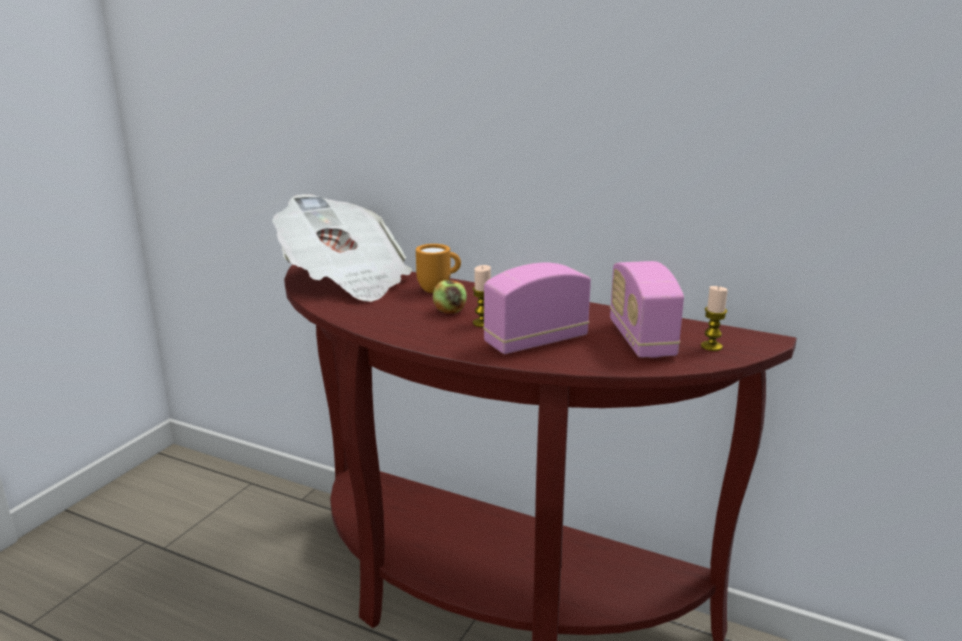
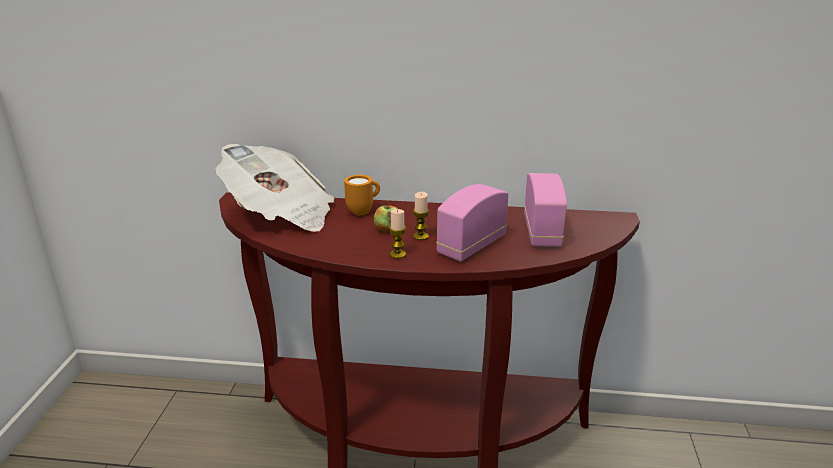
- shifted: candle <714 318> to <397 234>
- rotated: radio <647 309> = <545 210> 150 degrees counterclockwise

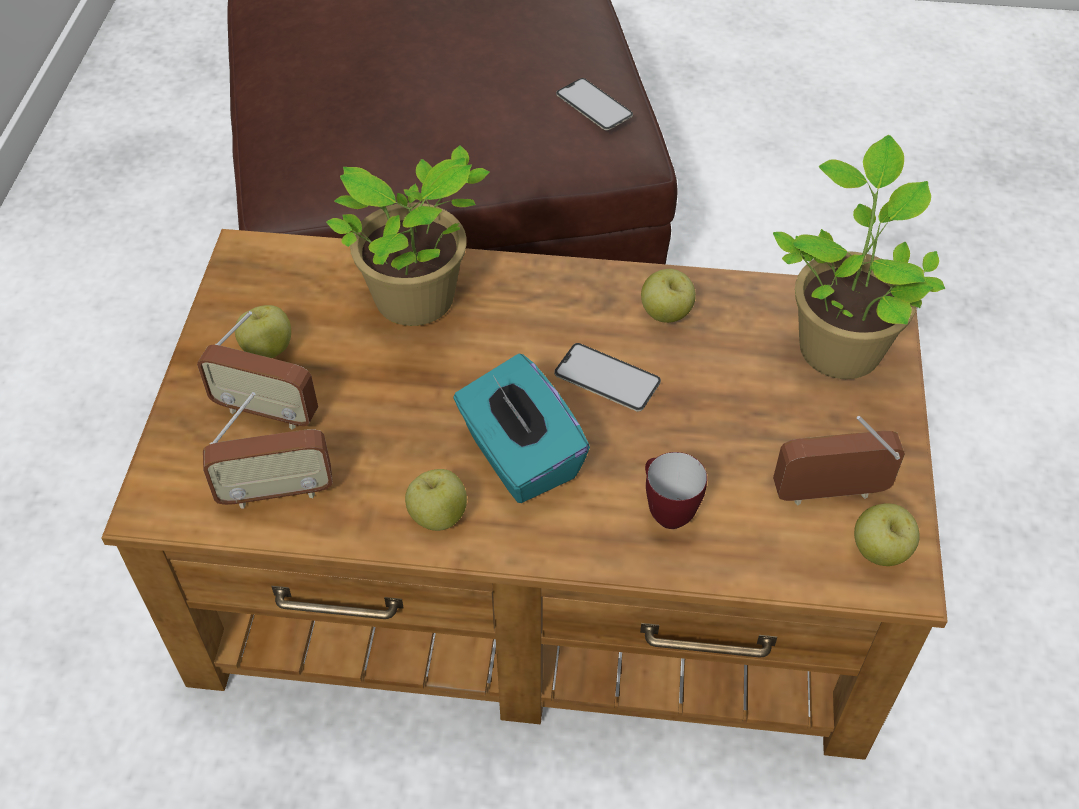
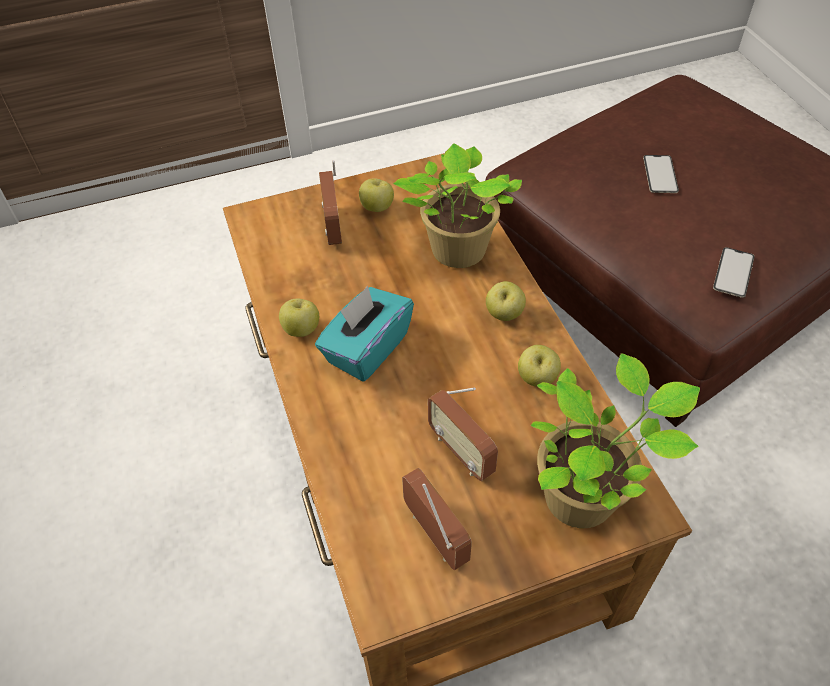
- shifted: radio <268 450> to <463 434>
- shifted: apple <886 535> to <506 301>
- shifted: handset <607 377> to <661 174>
- gone: coffee mug <676 490>

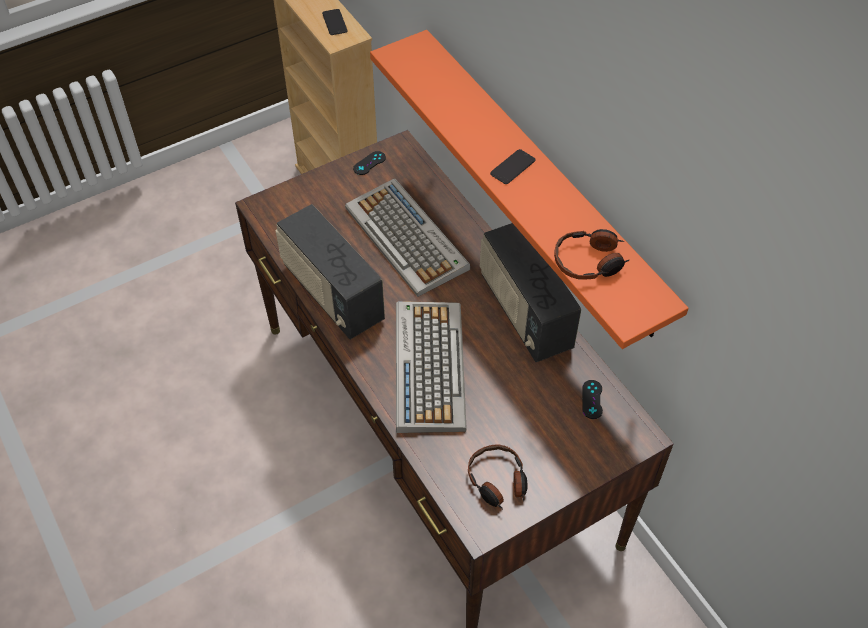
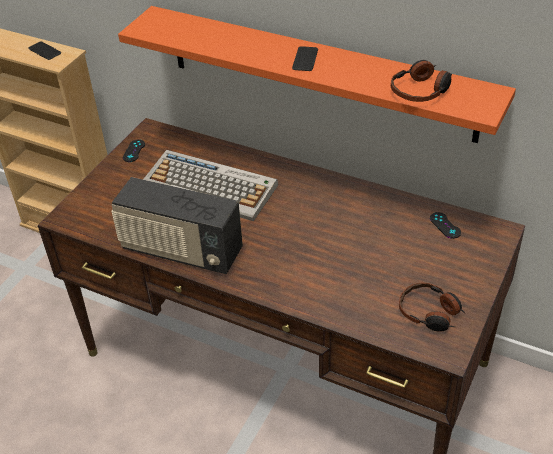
- gone: keyboard <431 367>
- gone: radio <530 292>

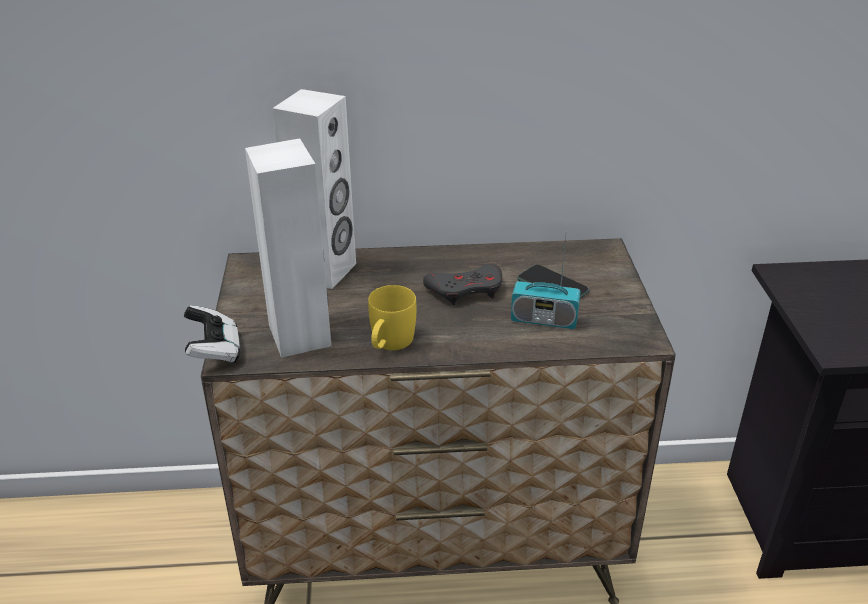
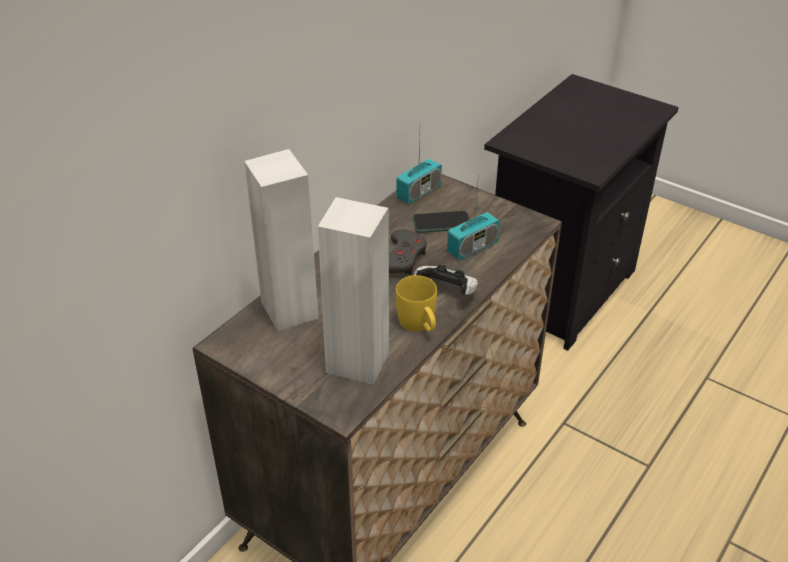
- new: radio <419 169>
- shifted: game controller <212 334> to <446 280>

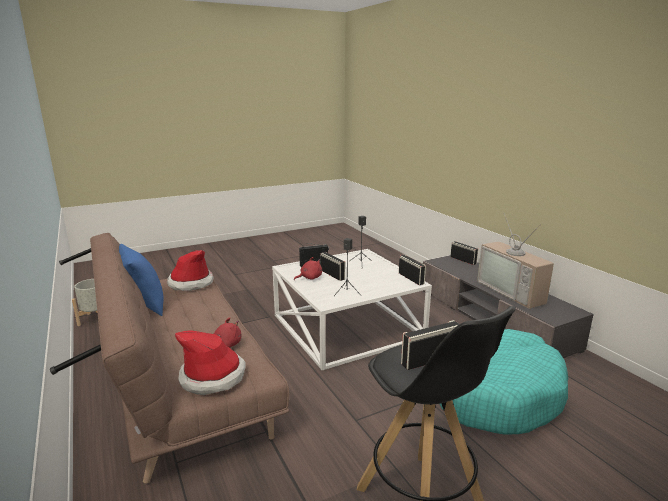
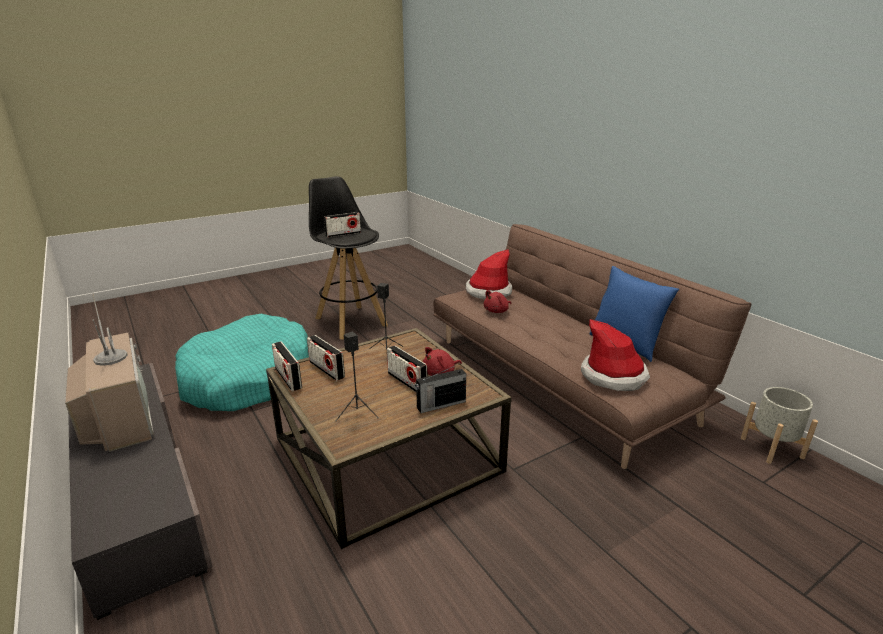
- repainted: low table (whitish) <352 309> to low table (brown) <389 438>
- shifted: radio <464 253> to <326 358>

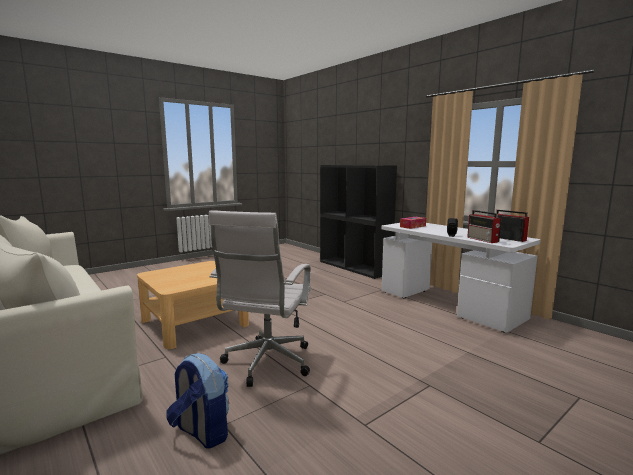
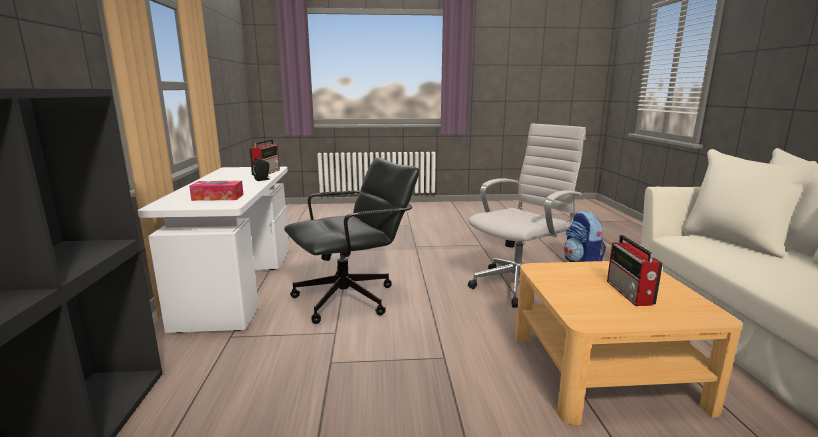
- new: computer chair (black) <351 240>
- shifted: radio <511 226> to <635 270>

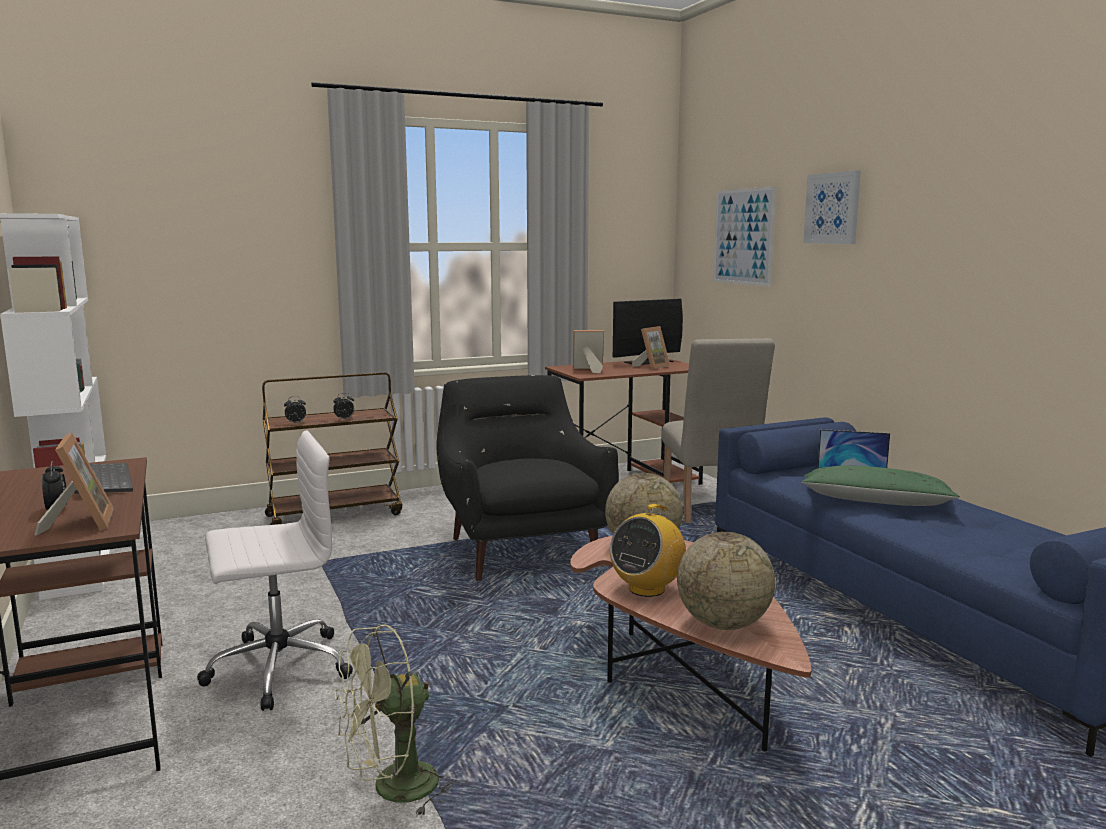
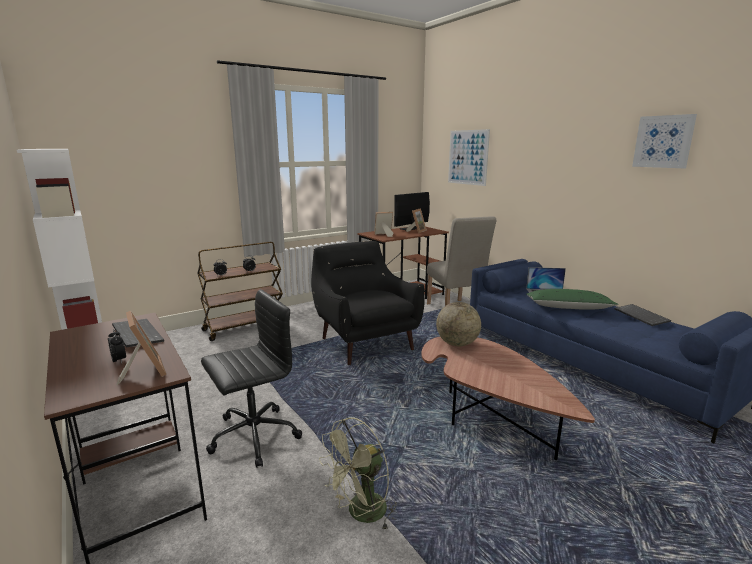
- repainted: computer chair (whitish) <275 570> to computer chair (black) <251 378>
- new: keyboard <642 315>
- shifted: wall art <832 207> to <664 141>
- gone: radio <648 550>
- gone: desk globe <726 581>

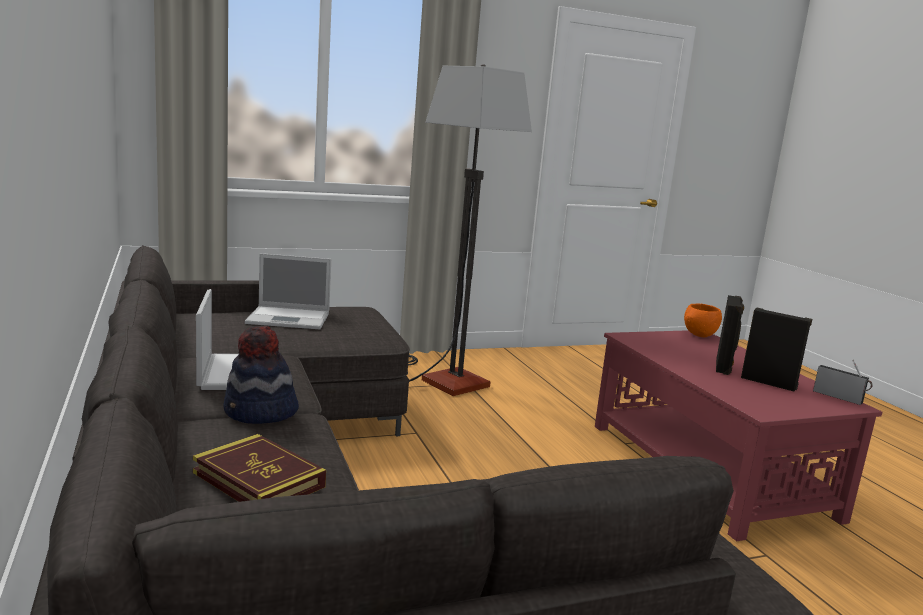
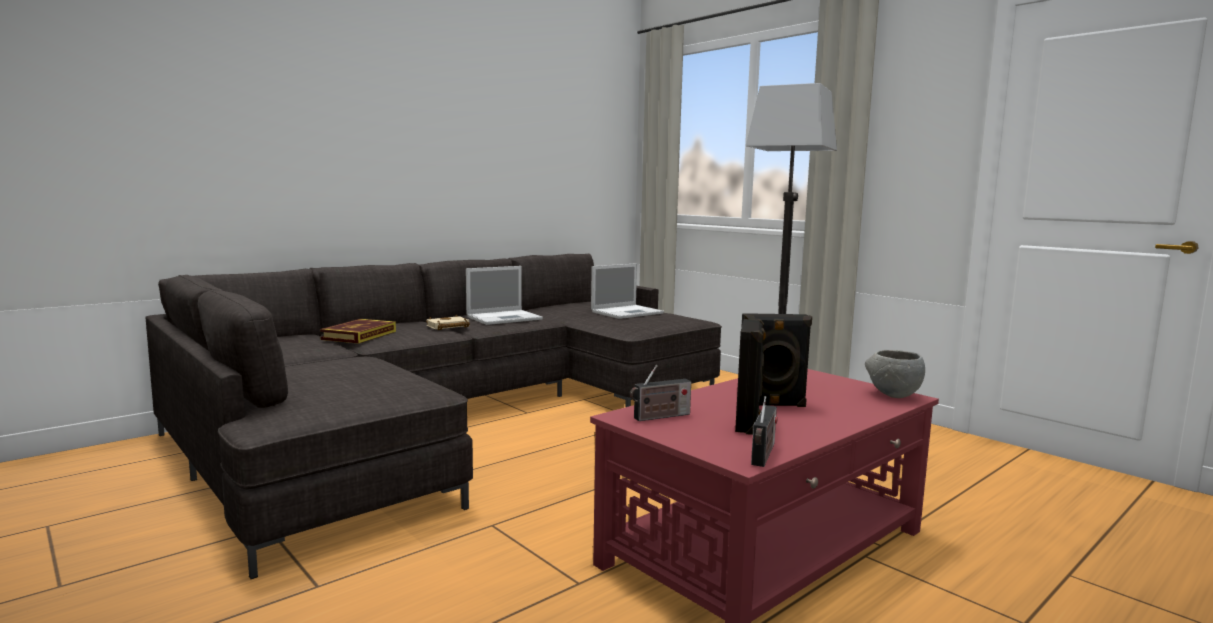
- swapped: wearable hat <261 375> to bound book (beige) <448 322>
- rotated: portable computer <288 291> = <627 291> 105 degrees counterclockwise
- new: radio <660 393>
- repainted: serving bowl (orange) <703 321> to serving bowl (grey) <895 374>

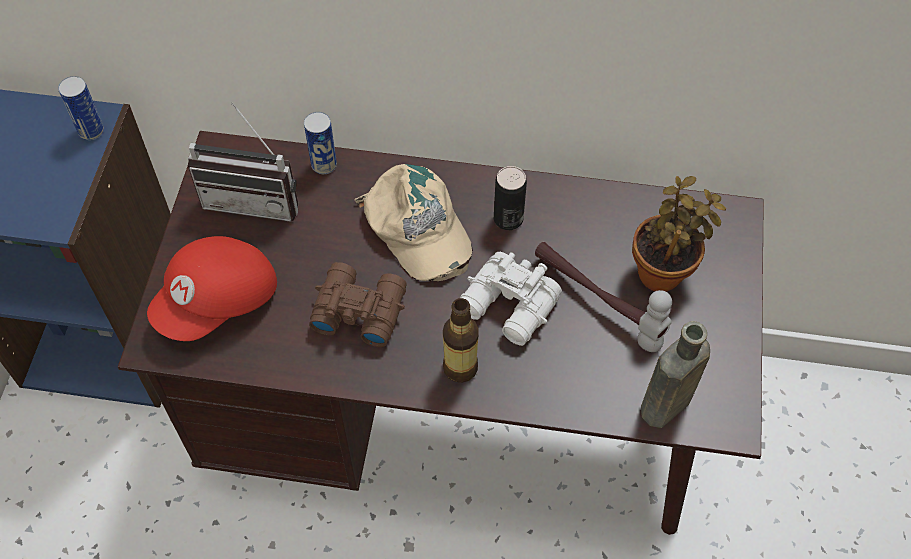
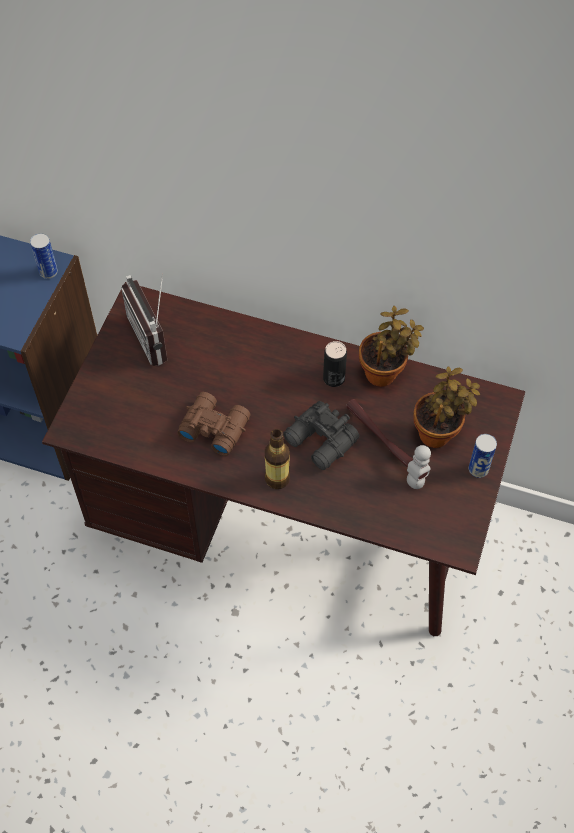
- rotated: radio <243 162> = <144 319> 45 degrees clockwise
- repainted: field glasses (whitish) <511 299> to field glasses (black) <321 435>
- new: houseplant <391 346>
- shifted: sealed can <320 143> to <483 456>
- gone: cap (red-coloured) <212 288>
- gone: cap (beige) <413 222>
- gone: bottle (brown) <675 374>

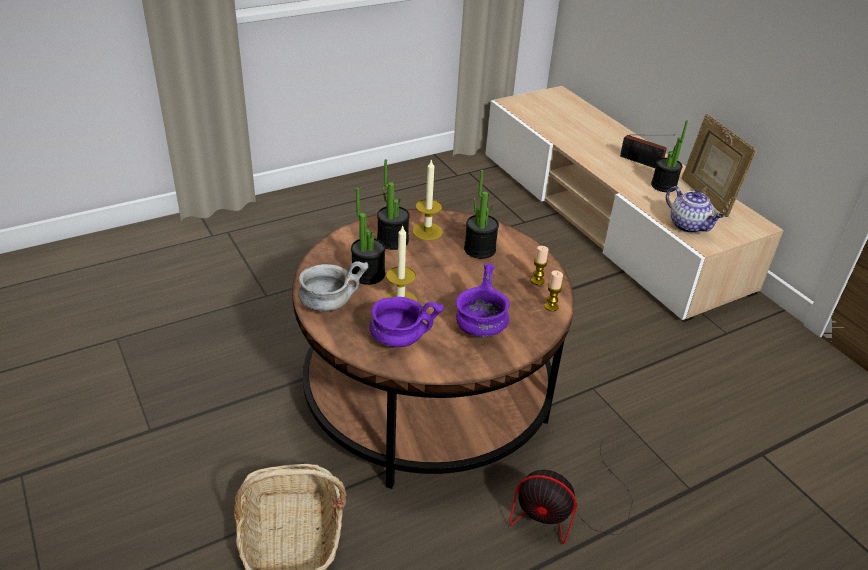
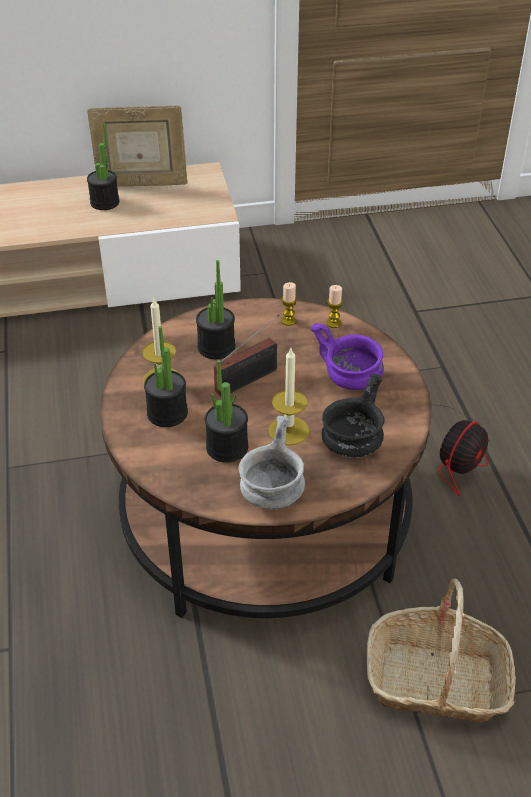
- shifted: radio <643 151> to <246 355>
- repainted: serving bowl (purplish) <406 322> to serving bowl (black) <353 415>
- gone: teapot <695 209>

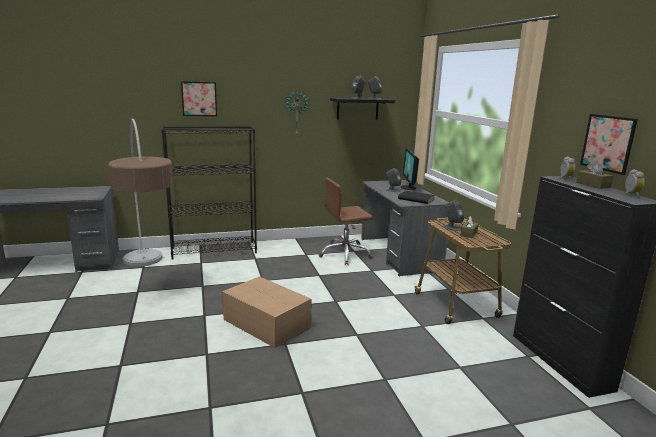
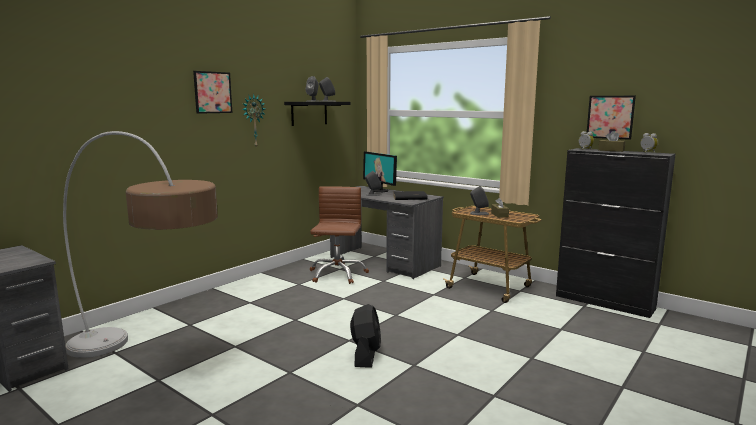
- shifted: wall art <199 98> to <212 92>
- rotated: computer chair (brown) <345 221> = <339 235> 150 degrees clockwise
- swapped: packing box <267 312> to cooling fan (black) <365 336>
- gone: shelving unit (black) <209 192>

